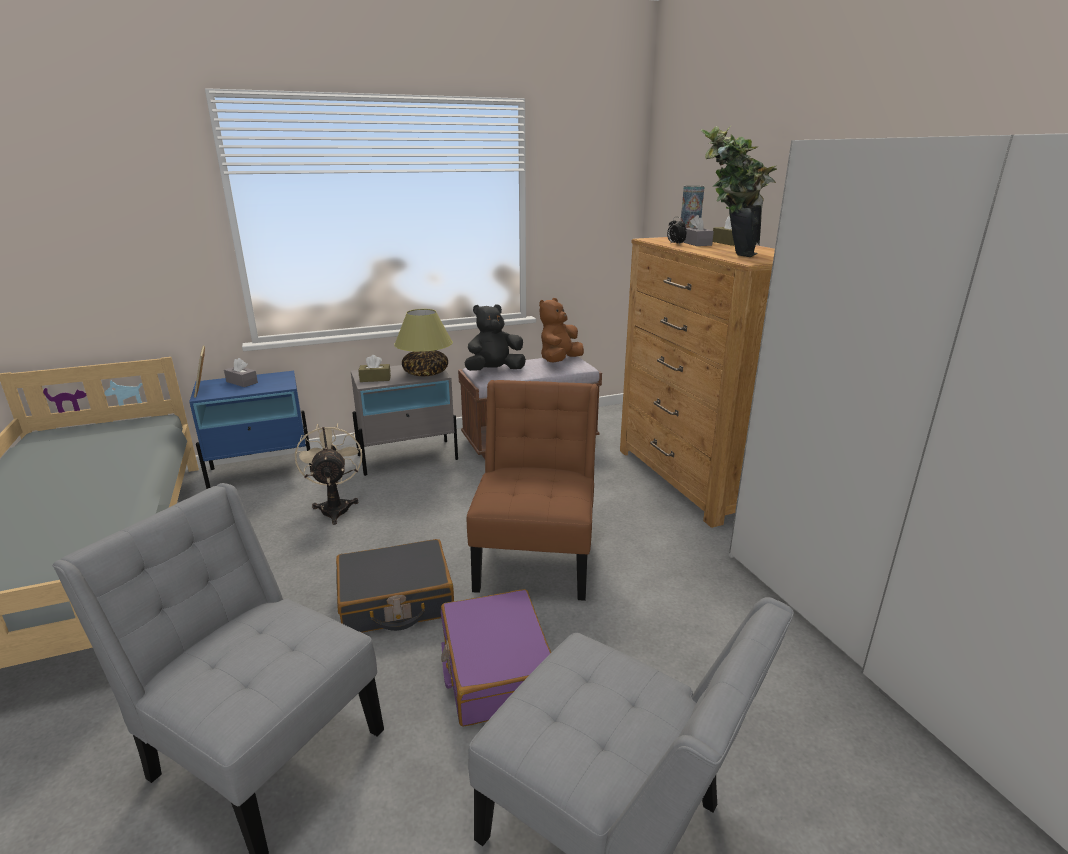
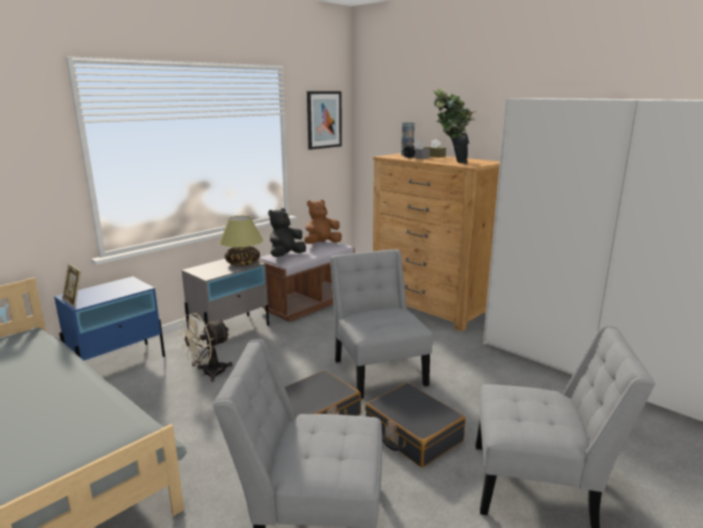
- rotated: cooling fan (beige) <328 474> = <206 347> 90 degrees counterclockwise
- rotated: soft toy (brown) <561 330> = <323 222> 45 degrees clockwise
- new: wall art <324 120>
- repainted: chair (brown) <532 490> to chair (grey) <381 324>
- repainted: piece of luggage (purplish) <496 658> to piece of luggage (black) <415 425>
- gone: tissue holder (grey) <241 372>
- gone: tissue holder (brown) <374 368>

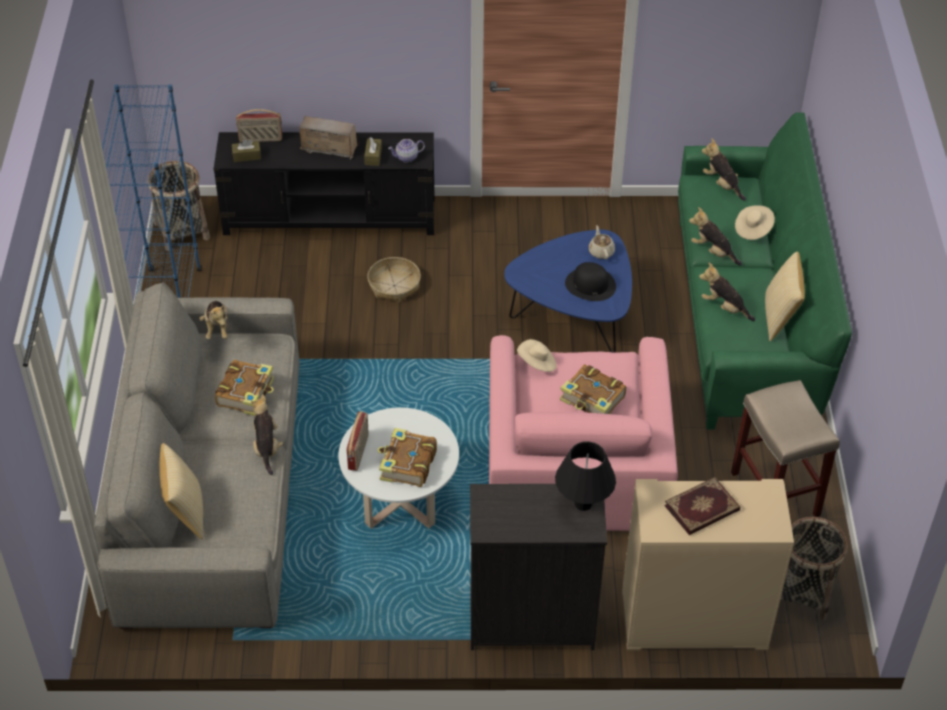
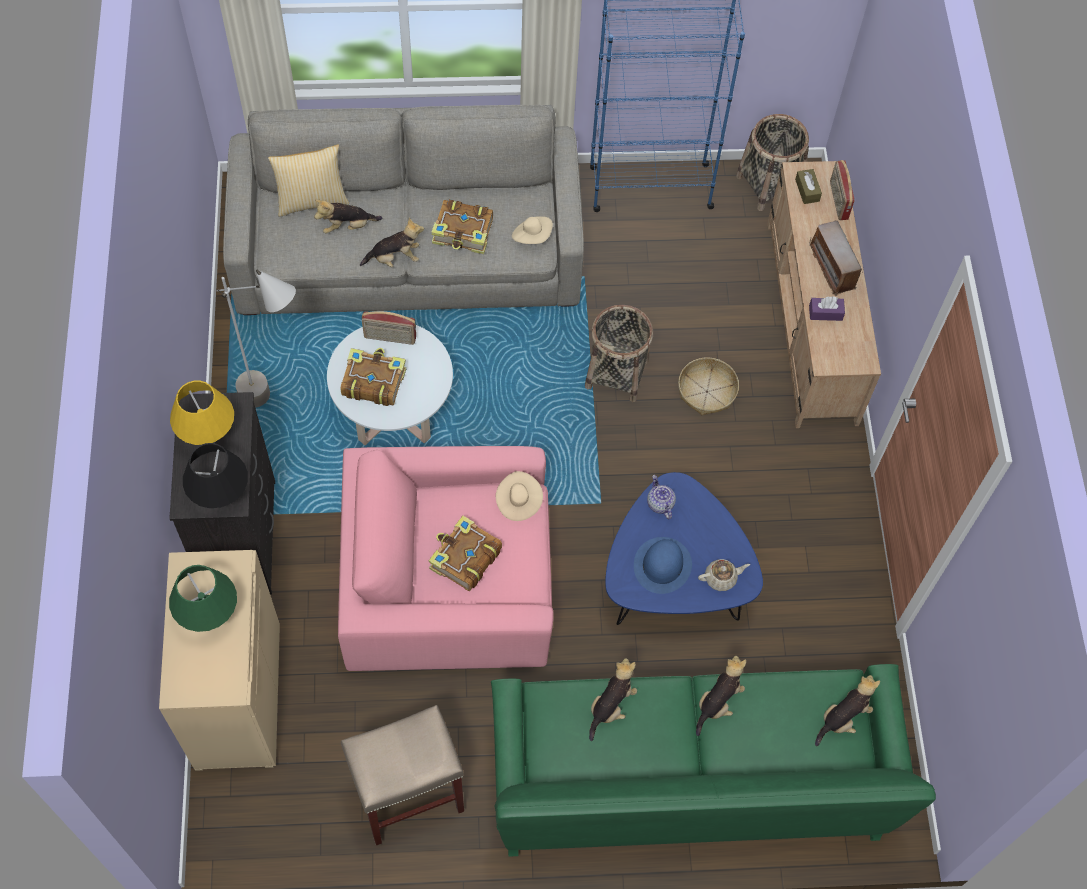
- swapped: bound book <702 506> to lamp for a table (green) <203 598>
- new: lamp for a table (yellow-coloured) <202 413>
- new: standard lamp (grey) <256 339>
- shifted: soft toy <213 320> to <348 216>
- shifted: wearable hat (beige) <755 222> to <532 230>
- shifted: storage basket <813 569> to <619 353>
- repainted: wearable hat (black) <590 281> to wearable hat (blue-coloured) <663 565>
- shifted: teapot <406 150> to <661 497>
- repainted: tv unit (black) <323 183> to tv unit (beige) <824 294>
- rotated: radio <327 137> = <836 258> 150 degrees clockwise
- repainted: tissue holder (brown) <373 151> to tissue holder (purplish) <827 308>
- gone: pillow <785 297>

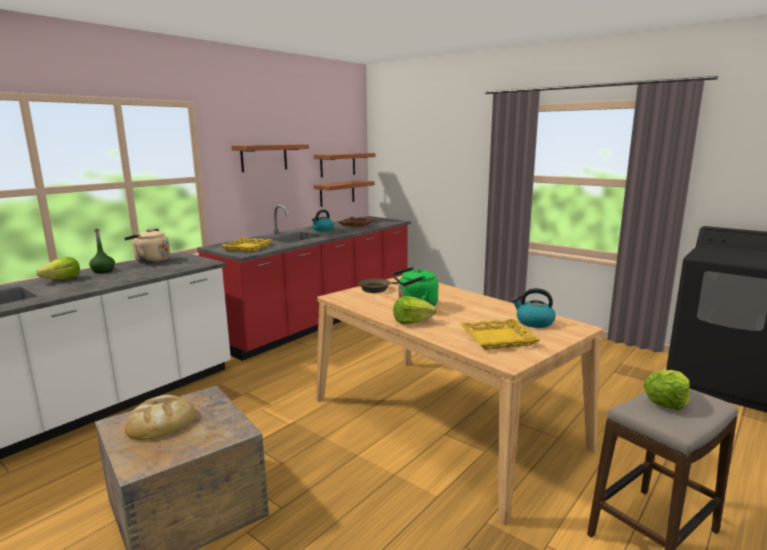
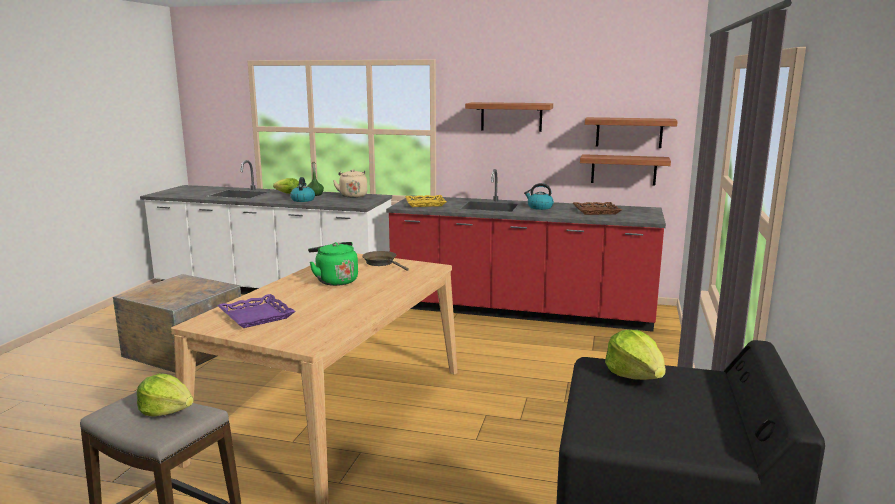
- repainted: serving tray (yellow-coloured) <500 334> to serving tray (purplish) <256 311>
- shifted: kettle <534 308> to <302 189>
- shifted: lettuce head <415 310> to <635 355>
- gone: bakery bread <160 417>

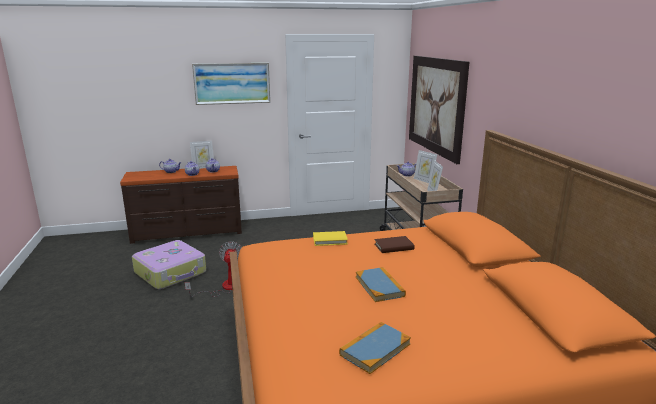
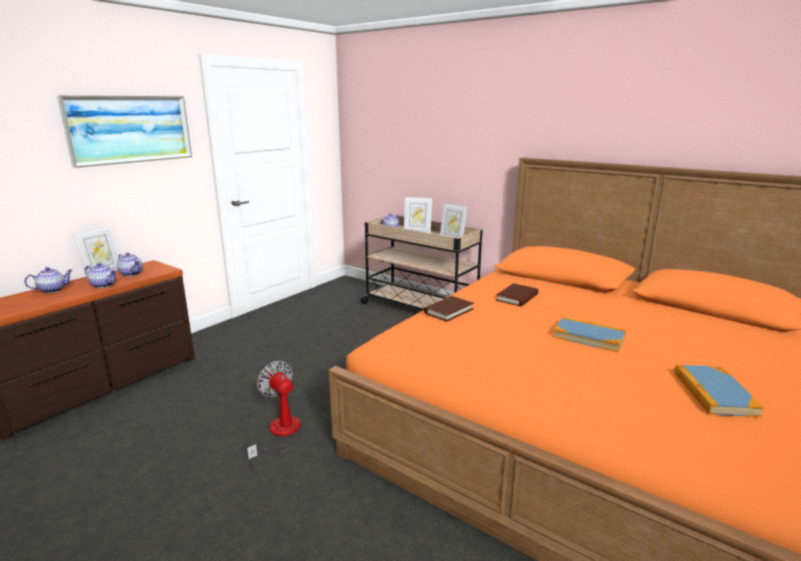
- repainted: bound book (yellow-coloured) <330 238> to bound book (brown) <449 309>
- gone: piece of luggage <169 264>
- gone: wall art <439 110>

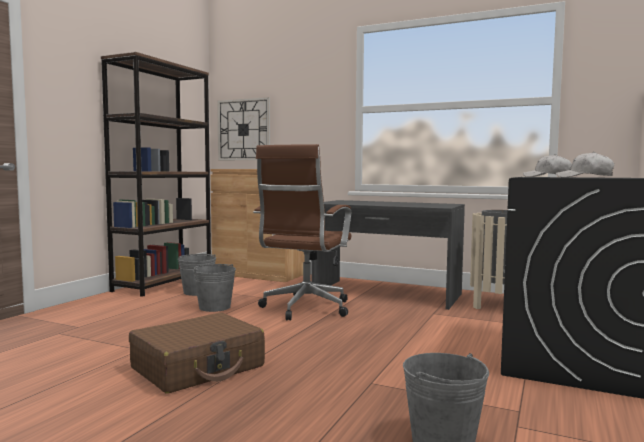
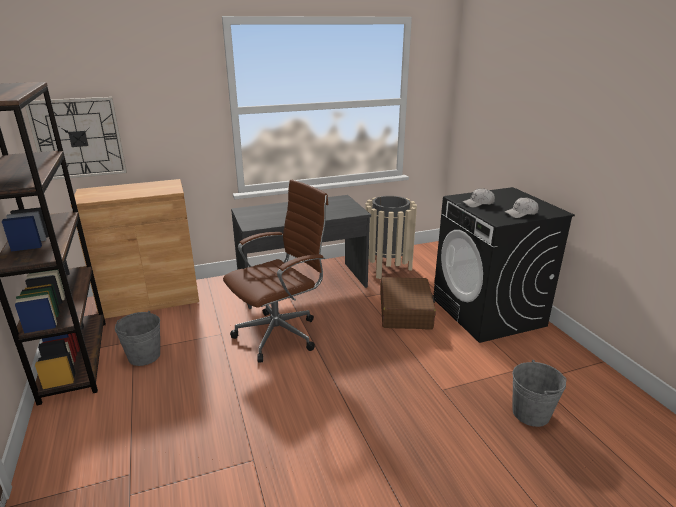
- rotated: computer chair (brown) <302 232> = <276 270> 105 degrees counterclockwise
- shifted: piece of luggage (brown) <197 353> to <408 303>
- gone: bucket (grey) <214 288>

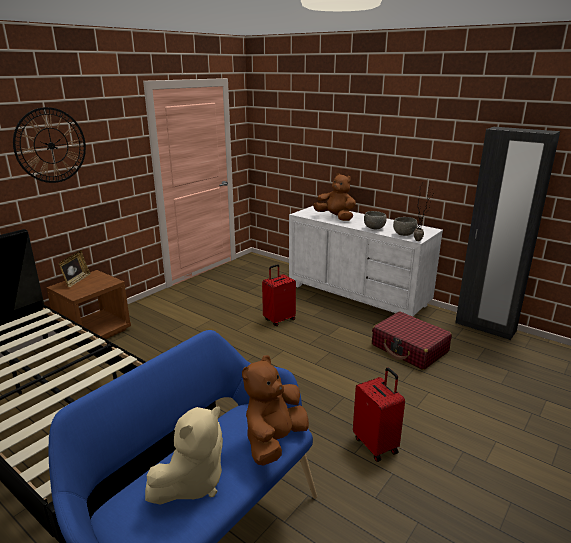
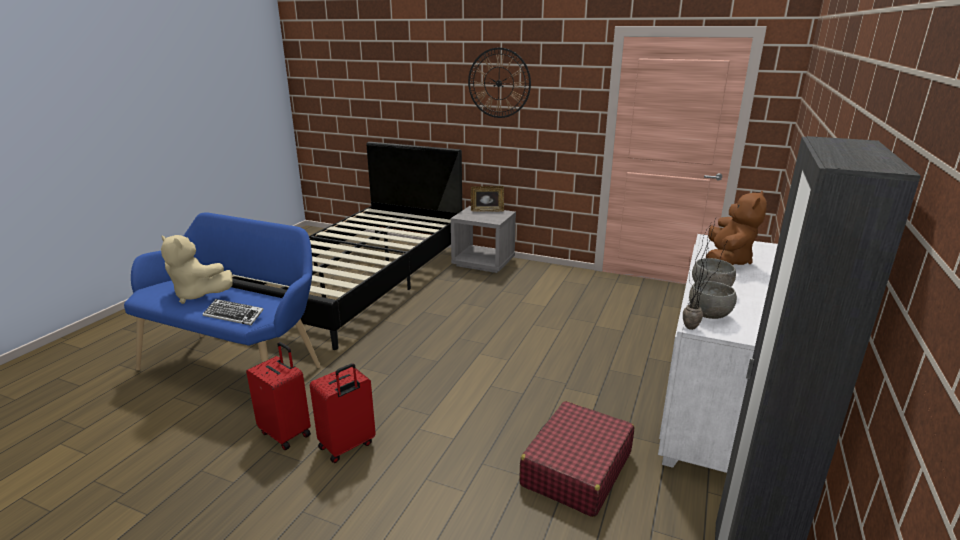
- swapped: soft toy (brown) <275 410> to keyboard <233 312>
- shifted: piece of luggage (red-coloured) <279 295> to <278 396>
- repainted: night table (brown) <88 307> to night table (grey) <483 239>

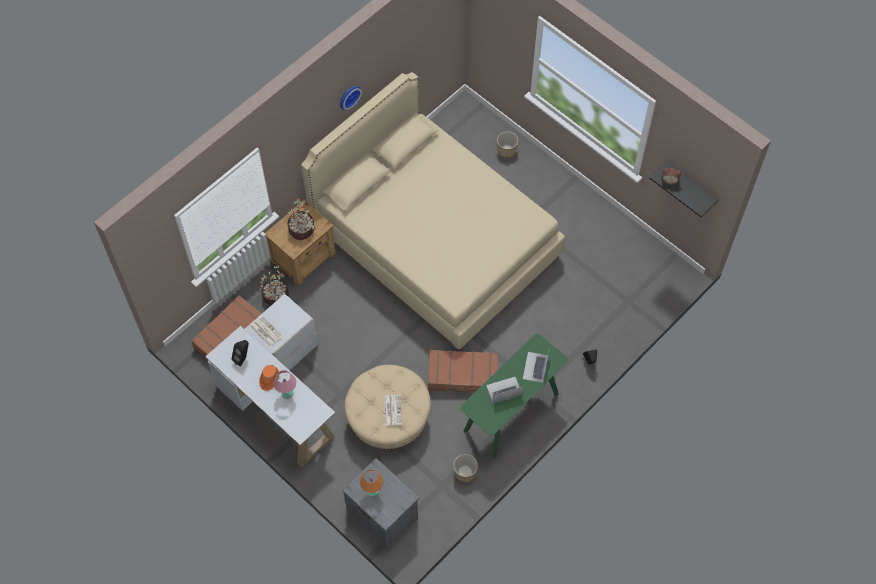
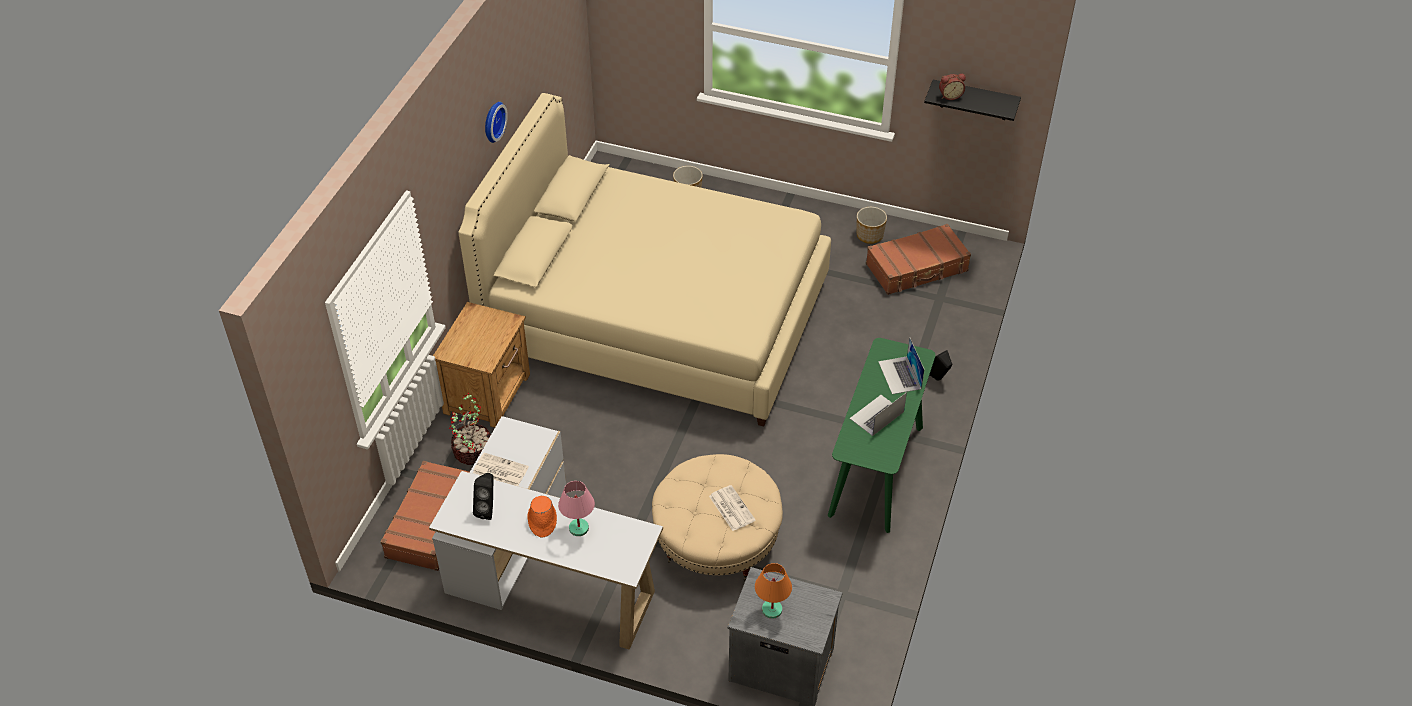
- shifted: planter <465 468> to <872 225>
- shifted: piece of luggage (brown) <463 372> to <918 259>
- gone: houseplant <301 218>

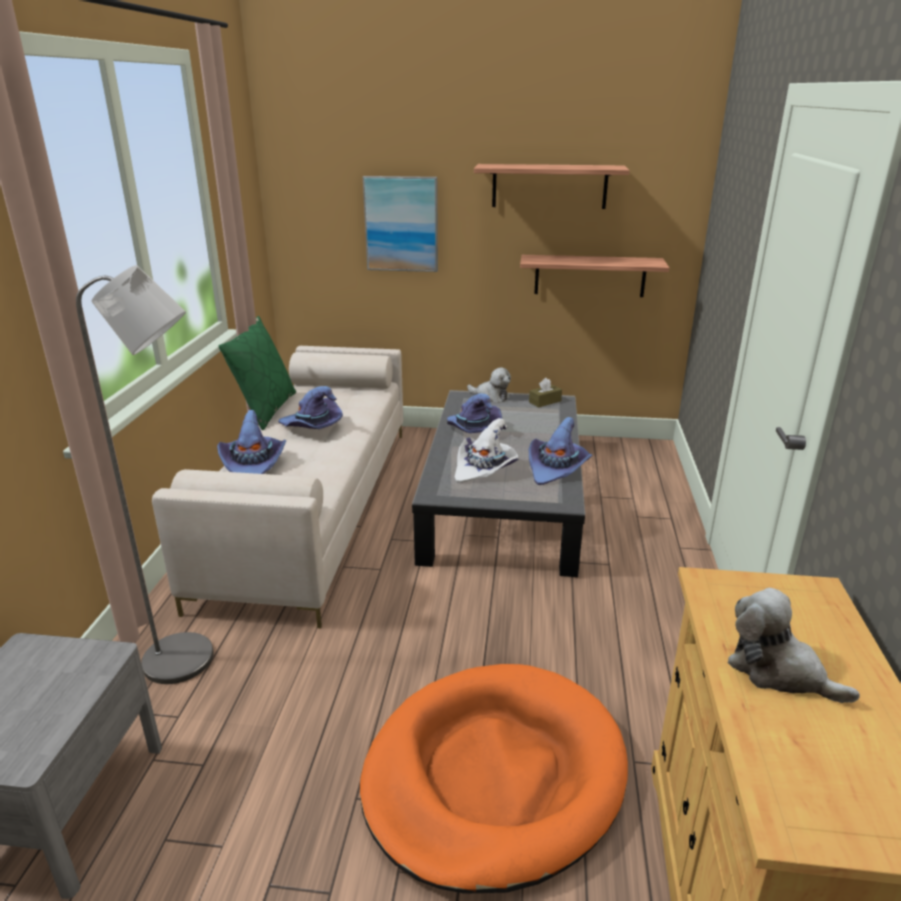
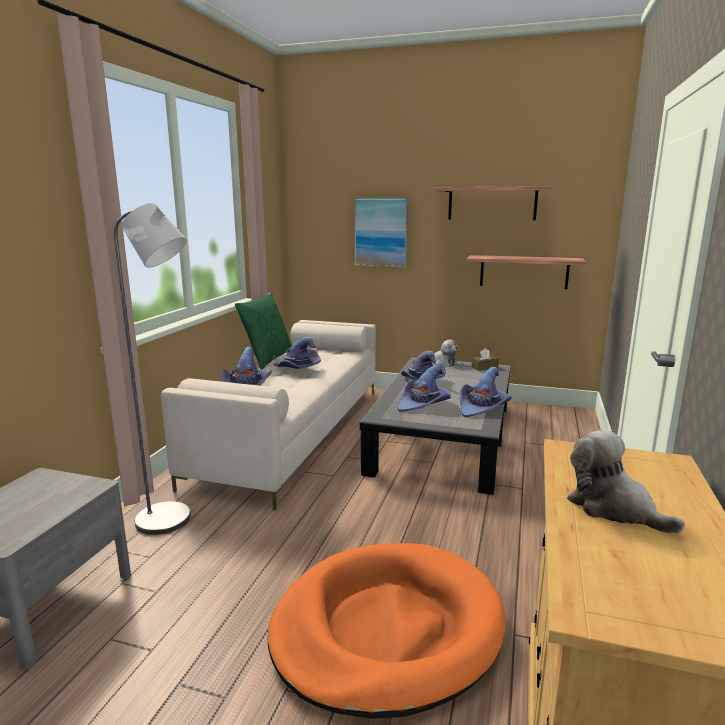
- repainted: wearable hat (whitish) <486 450> to wearable hat (purplish) <424 388>

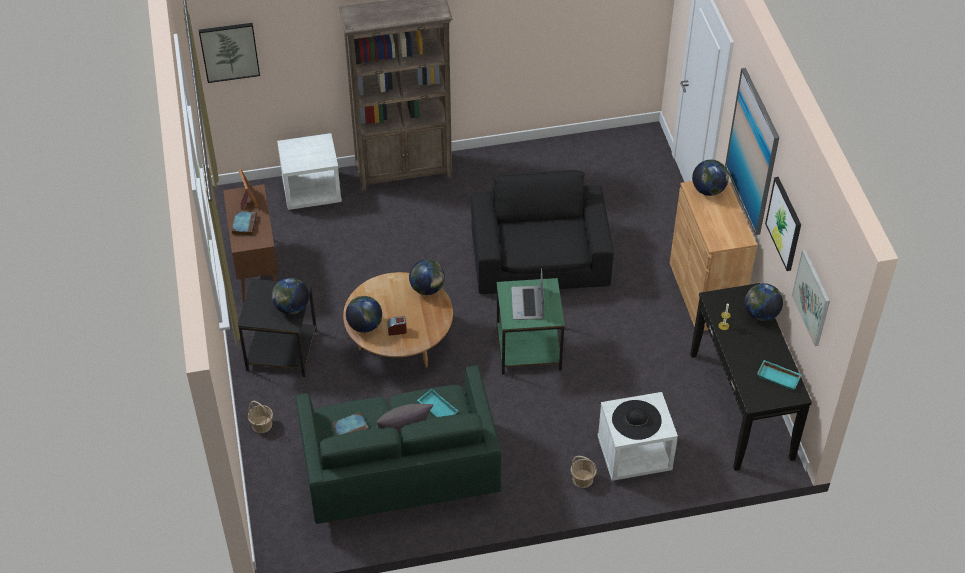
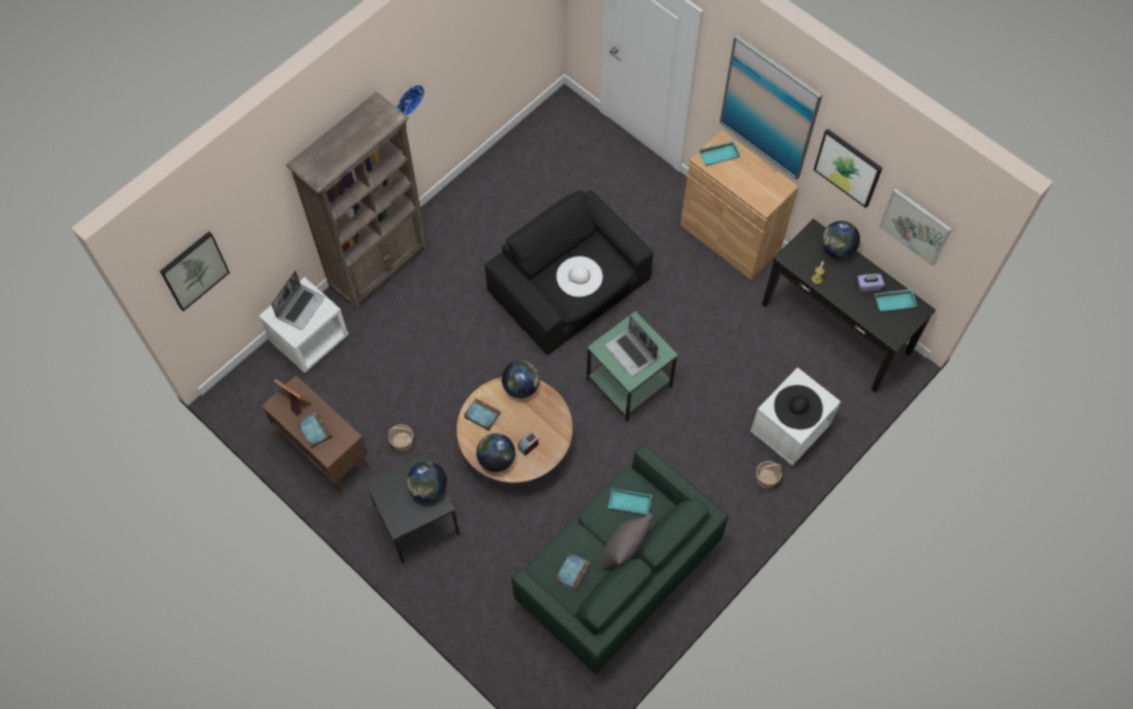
- new: portable computer <298 300>
- shifted: storage basket <260 417> to <401 438>
- new: clock on the wall <410 100>
- new: bound book <482 414>
- new: wearable hat (whitish) <579 276>
- swapped: desk globe <710 178> to serving tray (blue-green) <719 153>
- new: tissue holder (purplish) <871 283>

